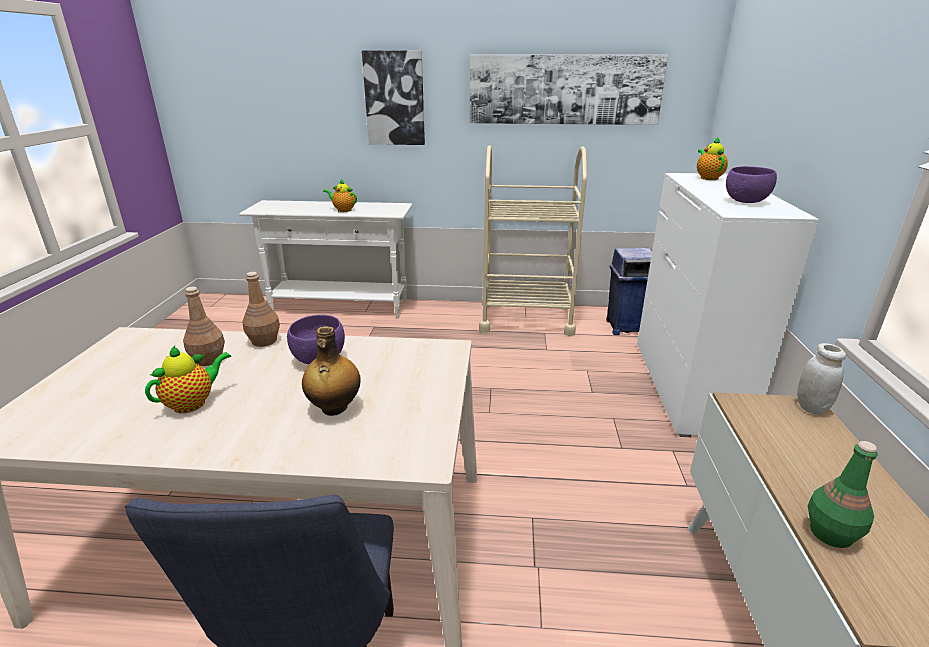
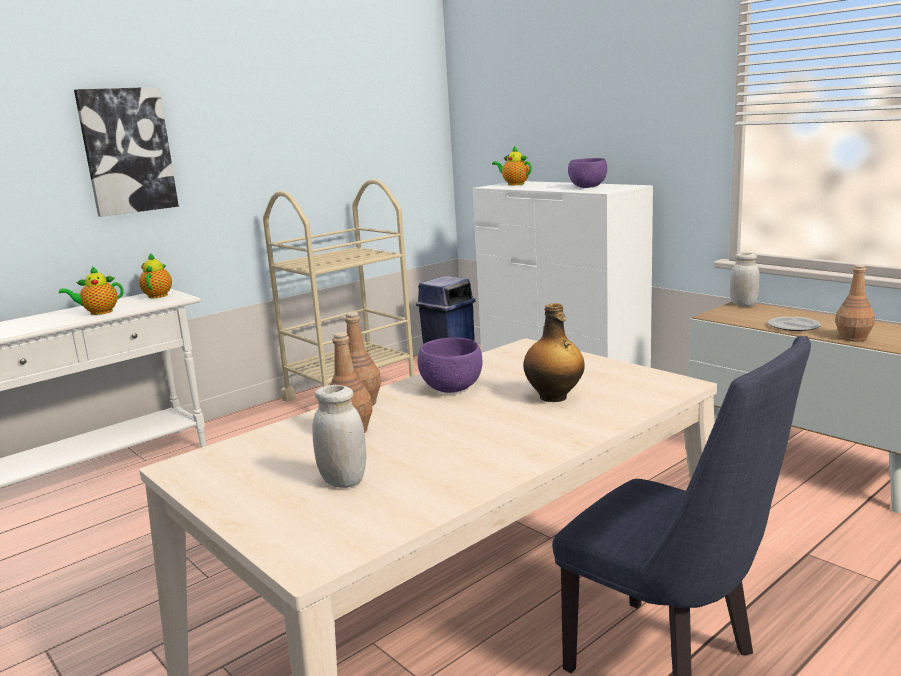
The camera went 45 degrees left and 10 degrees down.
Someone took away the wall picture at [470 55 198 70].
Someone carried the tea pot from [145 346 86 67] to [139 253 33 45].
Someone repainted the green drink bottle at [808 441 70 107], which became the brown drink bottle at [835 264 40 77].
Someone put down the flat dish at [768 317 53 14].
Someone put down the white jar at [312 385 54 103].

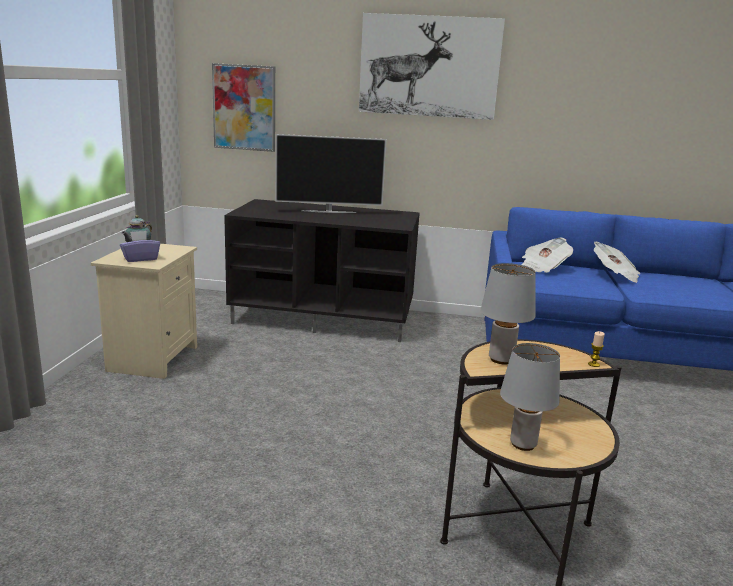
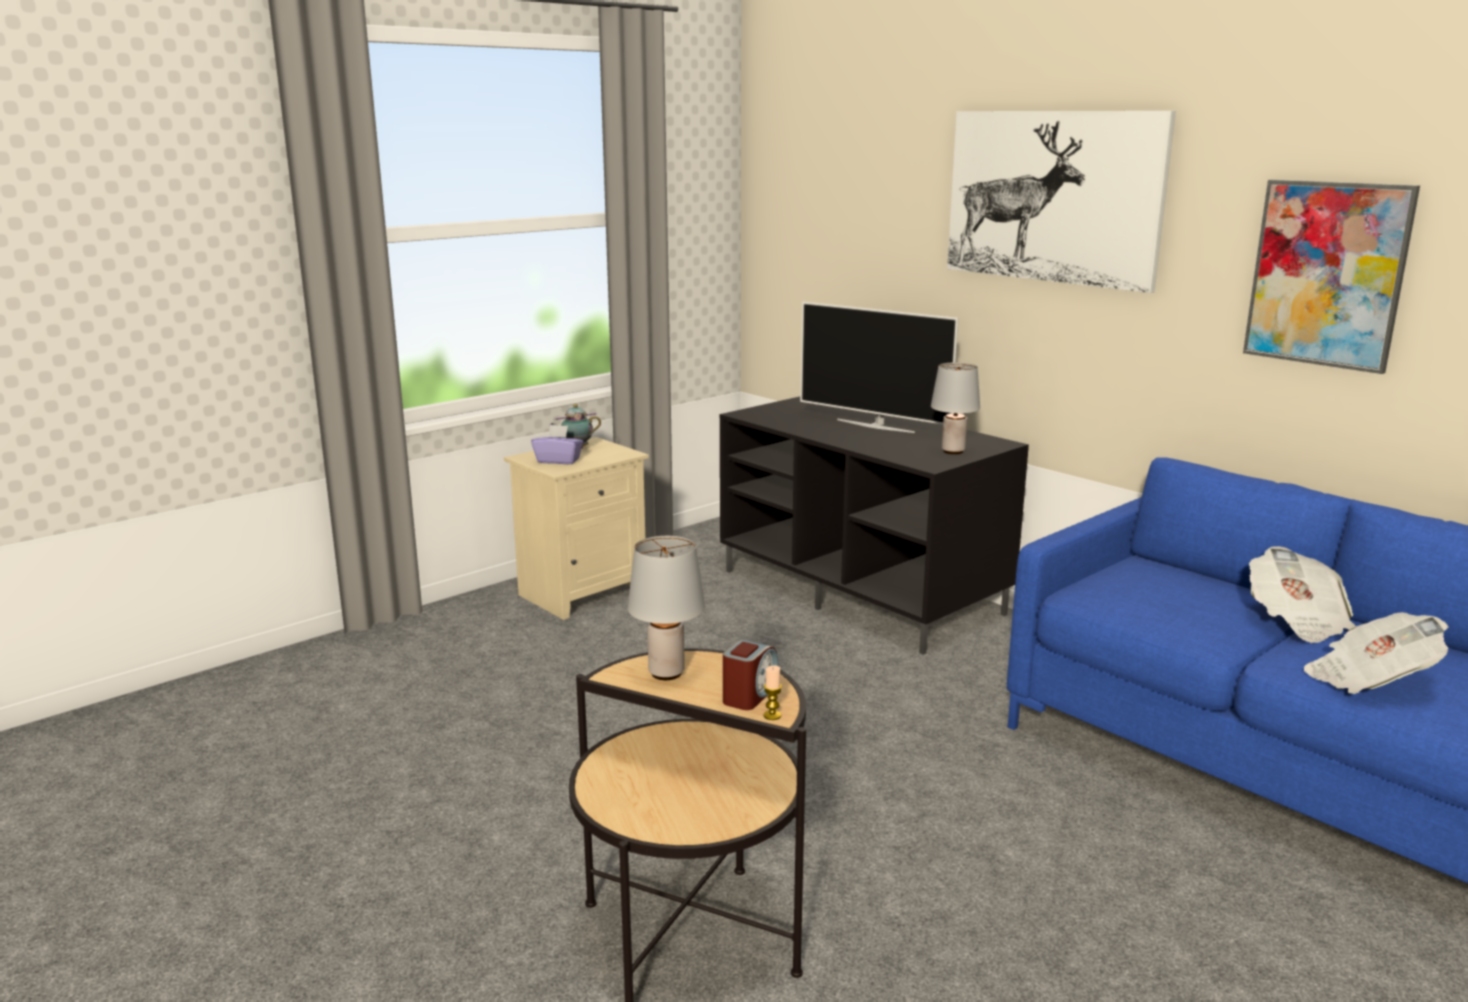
The camera went 40 degrees right and 0 degrees up.
Someone carried the wall picture from [212 63 63 89] to [1243 180 177 194].
Someone carried the newspaper from [522 238 51 35] to [1304 612 145 82].
Someone carried the grey table lamp from [500 343 60 108] to [931 363 49 91].
Someone put down the alarm clock at [723 640 55 70].

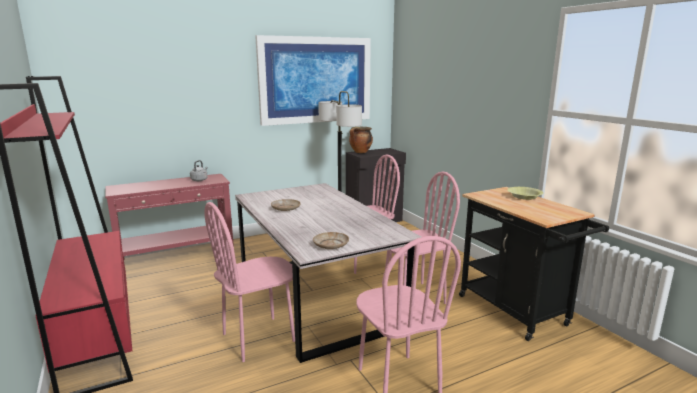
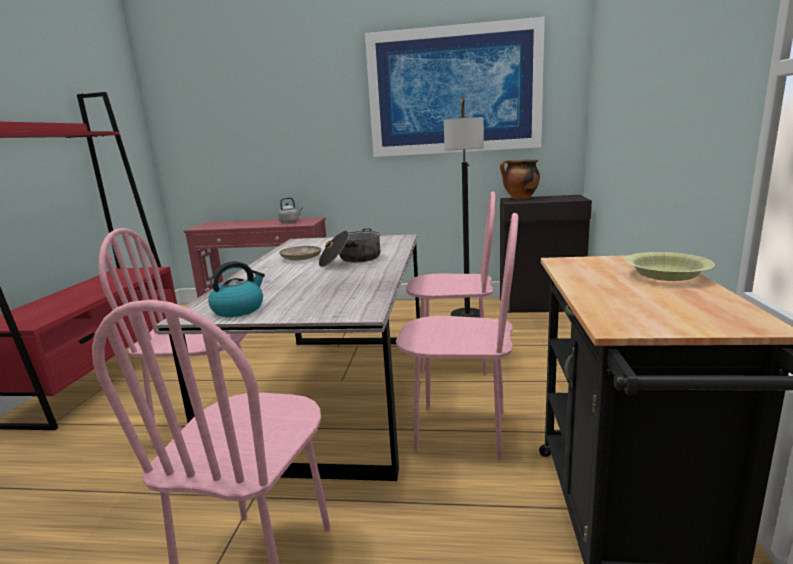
The camera went 35 degrees right and 0 degrees up.
Someone swapped the beige-coloured flat dish at [313 232 36 17] for the water kettle at [208 261 57 56].
Someone put down the saucepot at [319 228 62 39].

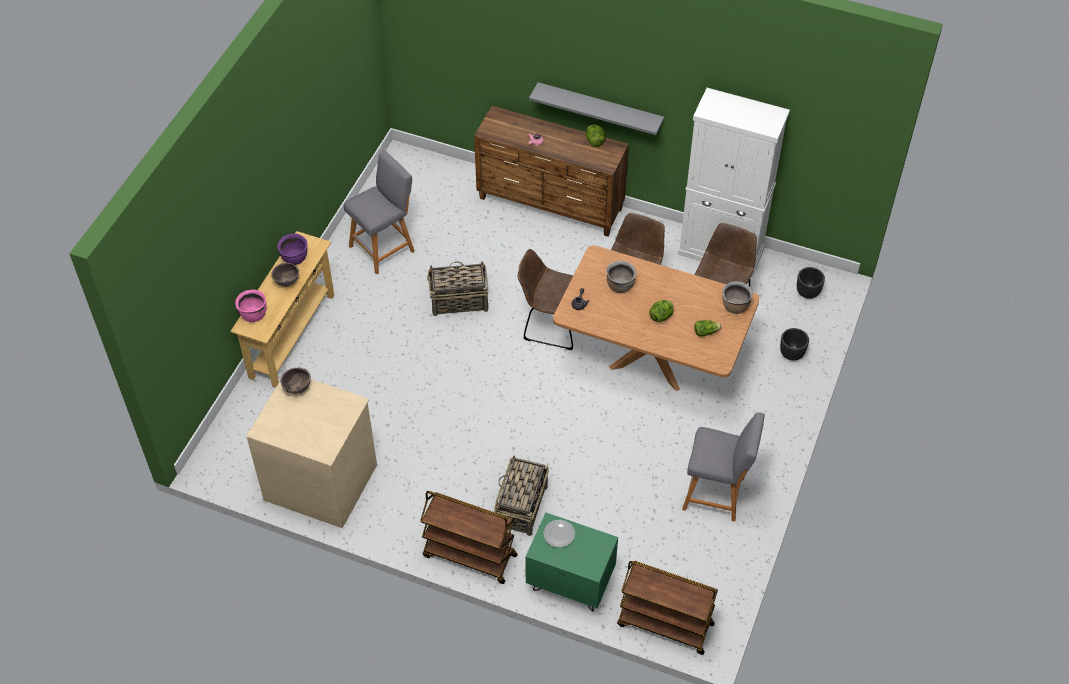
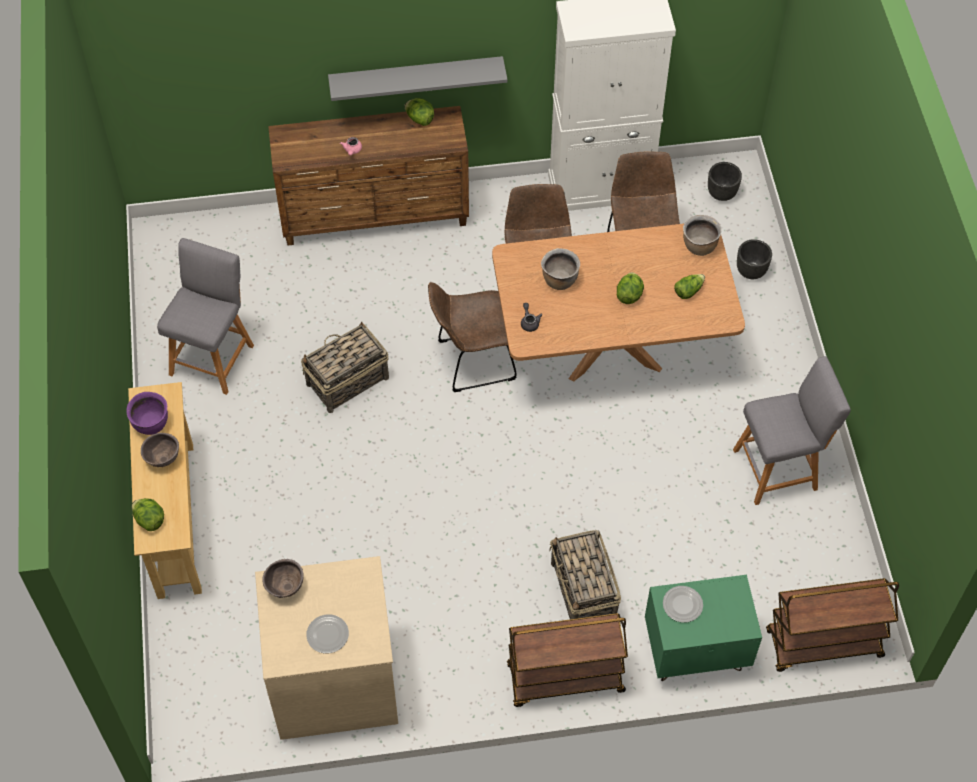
The camera went 30 degrees left and 5 degrees up.
Someone swapped the pink saucepot at [235 290 32 32] for the lettuce at [132 498 32 33].
Someone put down the flat dish at [306 614 43 40].

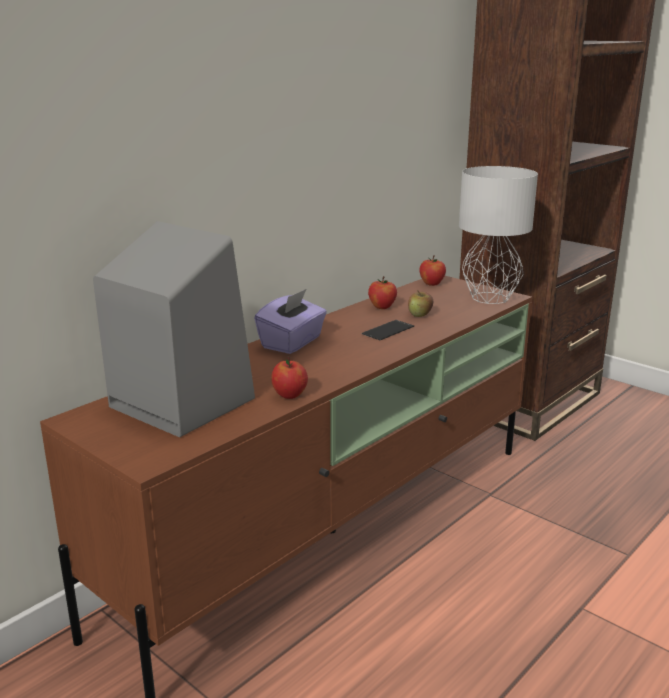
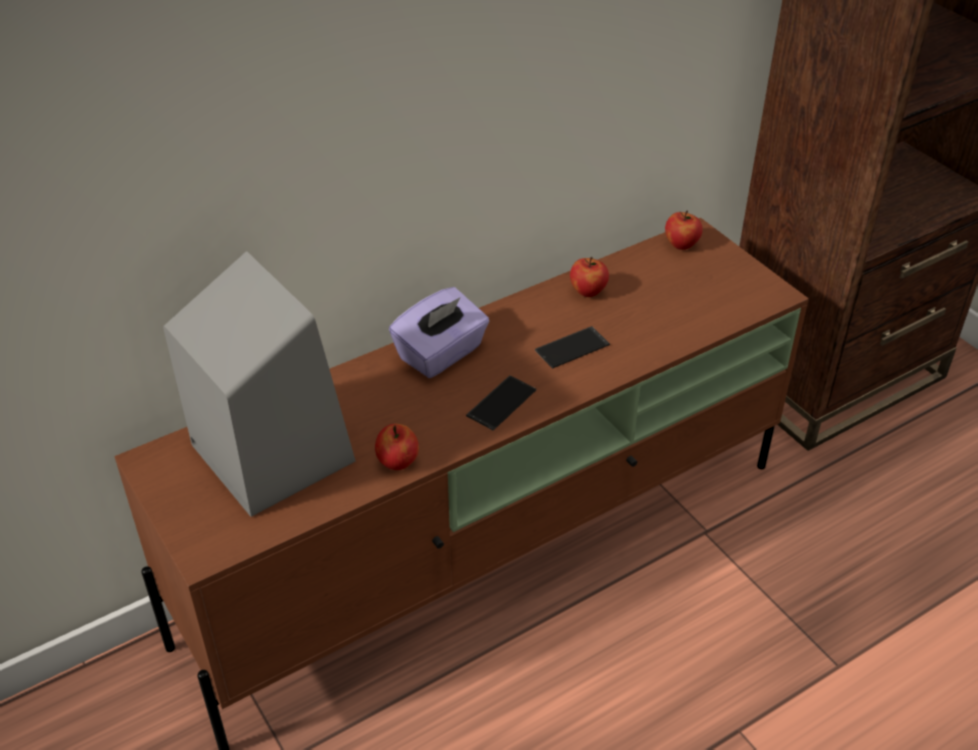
The camera went 15 degrees right and 20 degrees up.
Someone took away the grey table lamp at [459 166 79 138].
Someone took away the whole apple at [408 290 25 27].
Someone put down the telephone at [466 375 71 55].

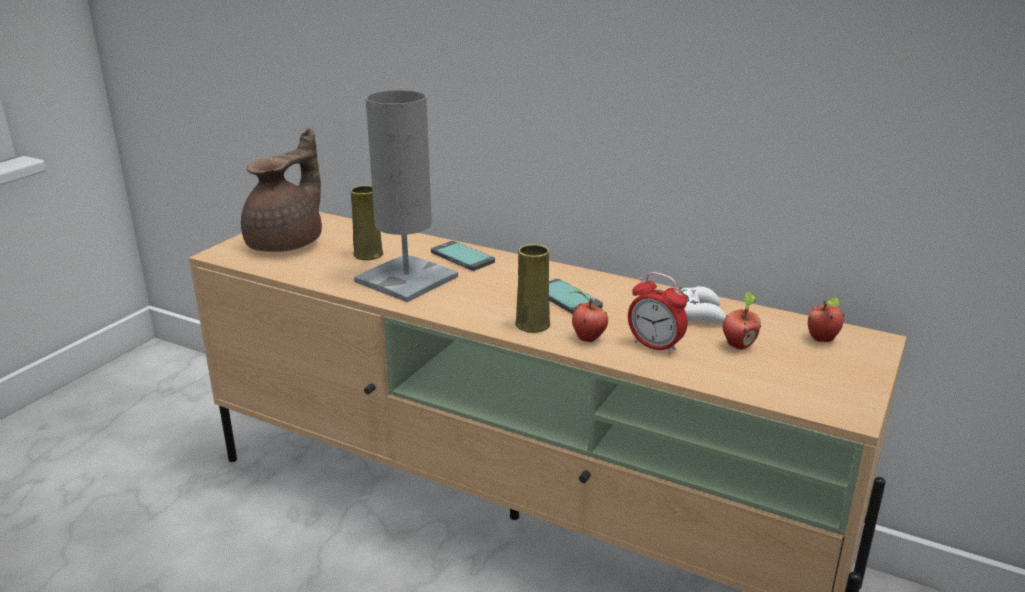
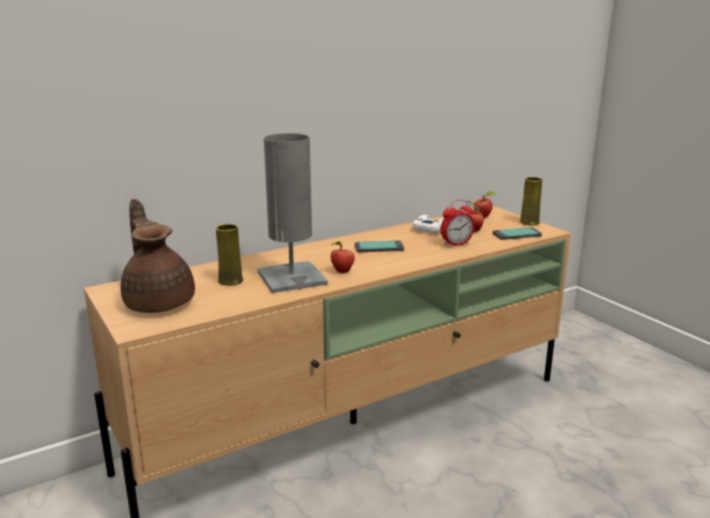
The camera went 60 degrees left and 5 degrees down.
Someone carried the telephone from [431 241 64 30] to [493 227 49 13].
Someone carried the yellow vase from [515 244 35 89] to [520 177 22 48].
Someone carried the whole apple from [570 291 38 51] to [331 242 24 31].

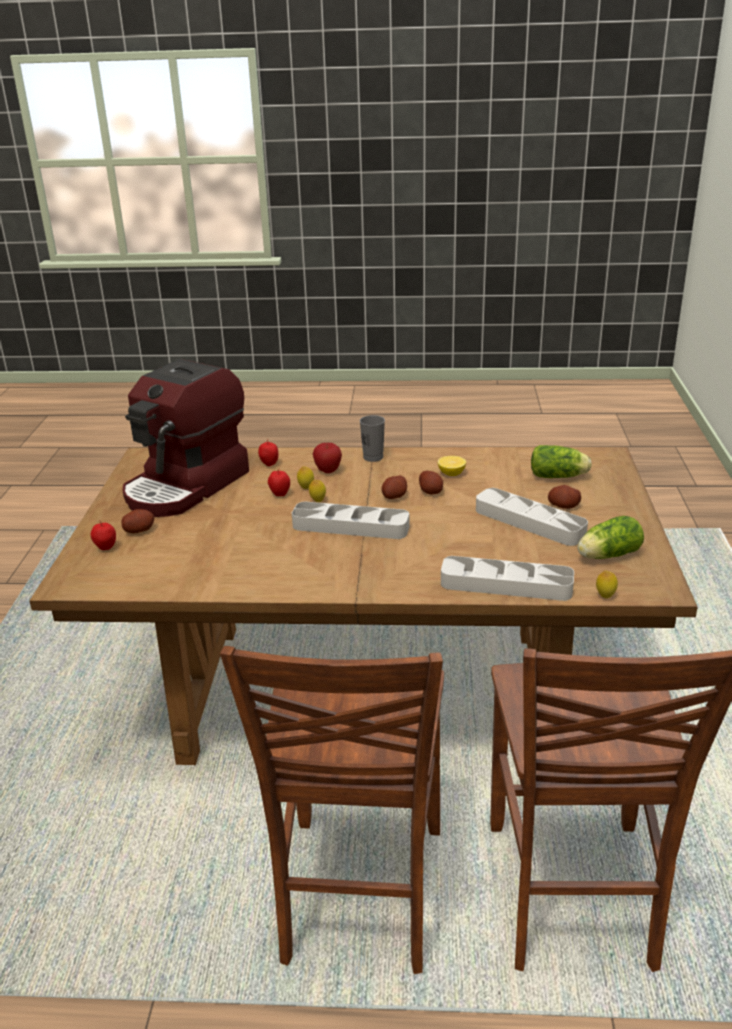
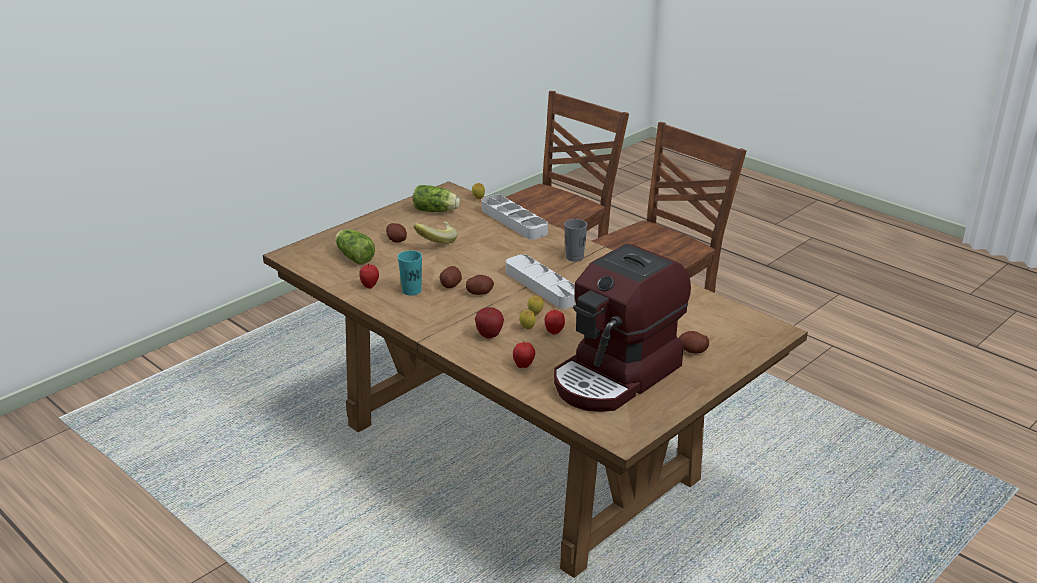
The camera went 140 degrees left and 0 degrees up.
Someone rotated the coffee maker at [122 359 127 158] by 150 degrees clockwise.
Someone carried the grey small cup from [360 415 25 47] to [564 219 23 43].
Someone swapped the whole lemon at [438 456 28 20] for the turquoise-coloured small cup at [398 250 24 45].
Someone swapped the grey carrying tray at [476 488 112 58] for the banana fruit at [413 222 45 22].
Someone carried the whole apple from [91 520 25 30] to [359 264 20 25].

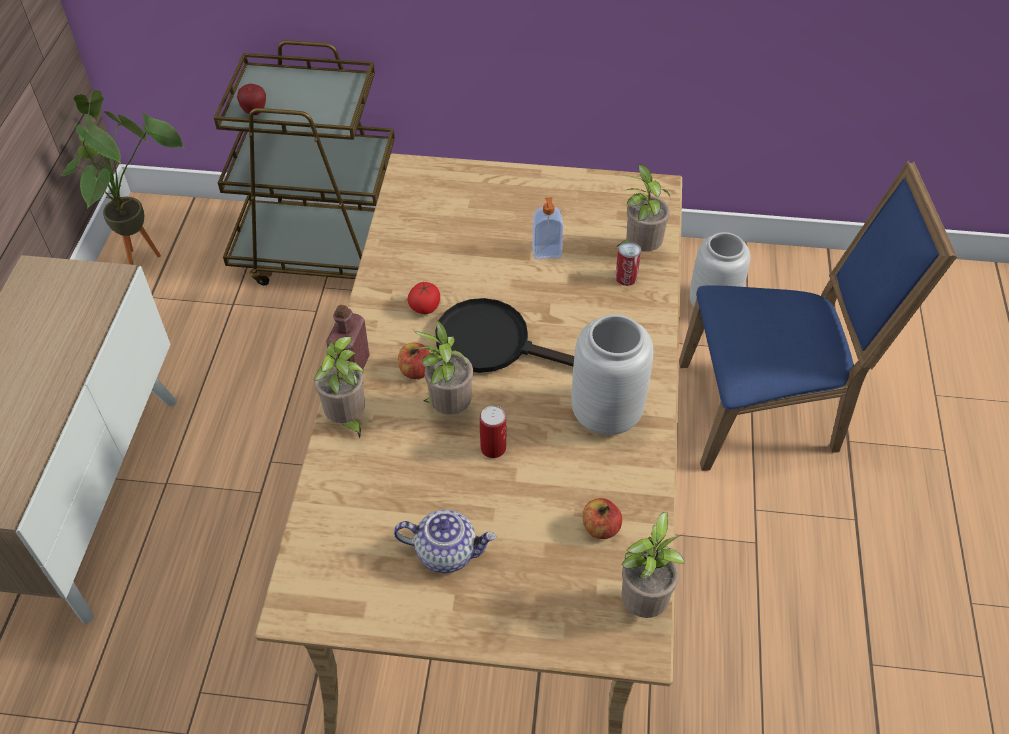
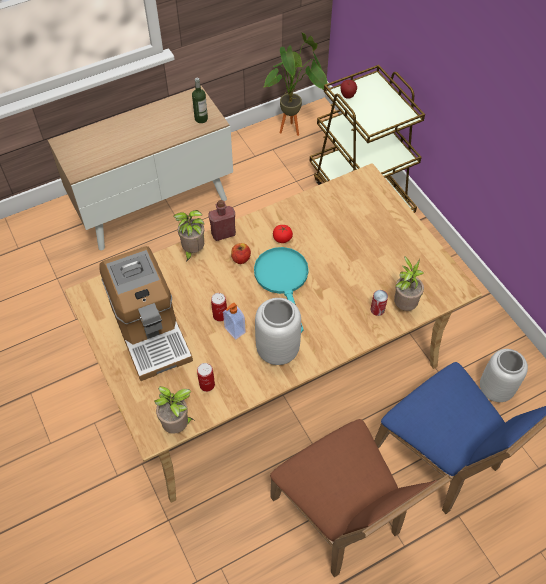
The camera went 55 degrees right and 5 degrees up.
Someone carried the liquid soap bottle from [532 197 31 62] to [223 303 23 37].
Someone repainted the blackish frying pan at [435 298 139 75], which became the turquoise-coloured frying pan at [254 247 55 86].
Someone took away the potted plant at [414 320 59 95].
Someone swapped the whole apple at [583 498 39 41] for the sealed can at [197 363 18 29].
Someone swapped the tea pot at [394 510 103 63] for the coffee maker at [99 246 94 135].
Someone put down the drink bottle at [192 78 16 45].
Someone put down the brown upright chair at [270 419 182 158].

